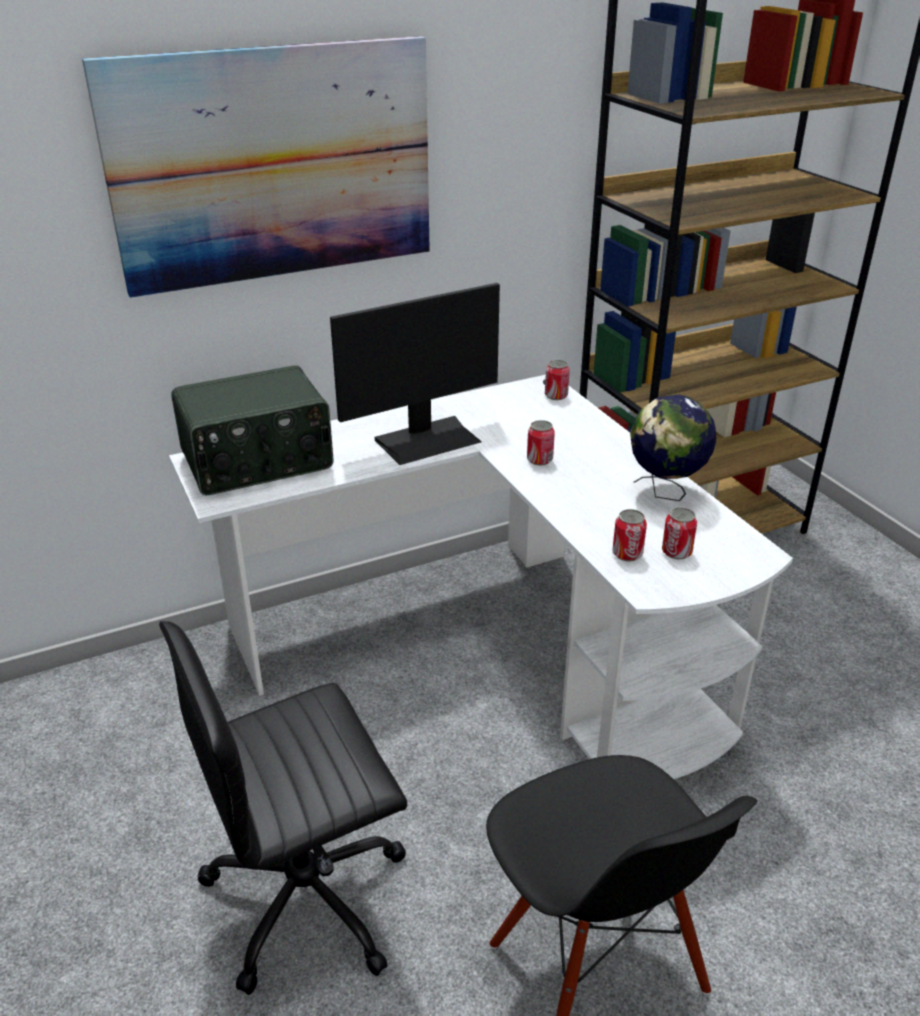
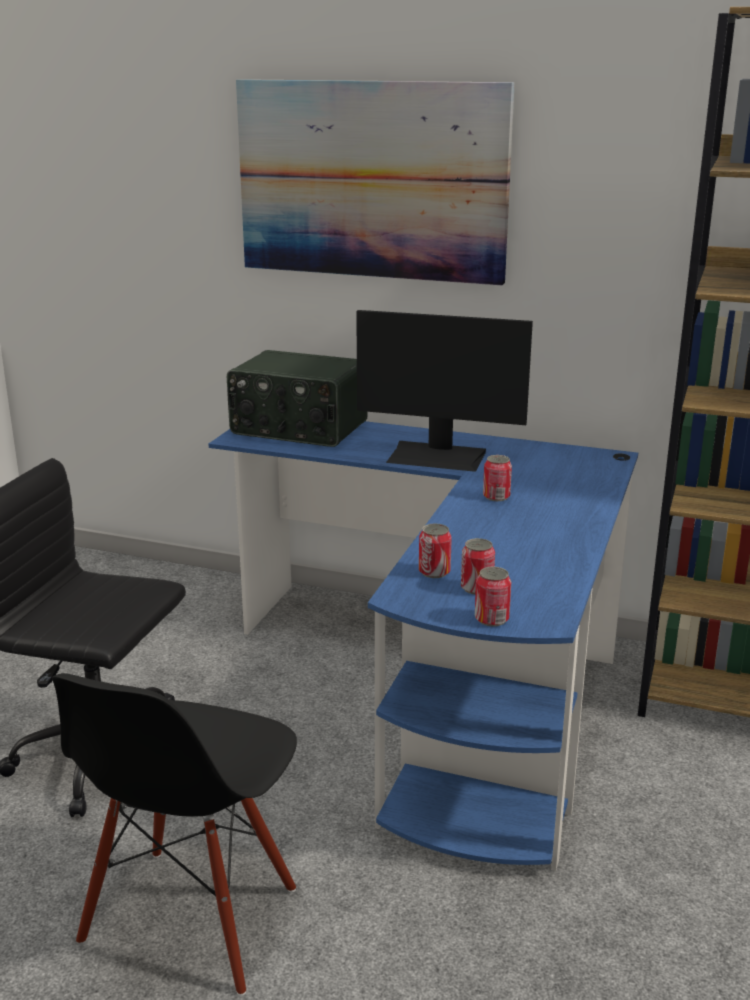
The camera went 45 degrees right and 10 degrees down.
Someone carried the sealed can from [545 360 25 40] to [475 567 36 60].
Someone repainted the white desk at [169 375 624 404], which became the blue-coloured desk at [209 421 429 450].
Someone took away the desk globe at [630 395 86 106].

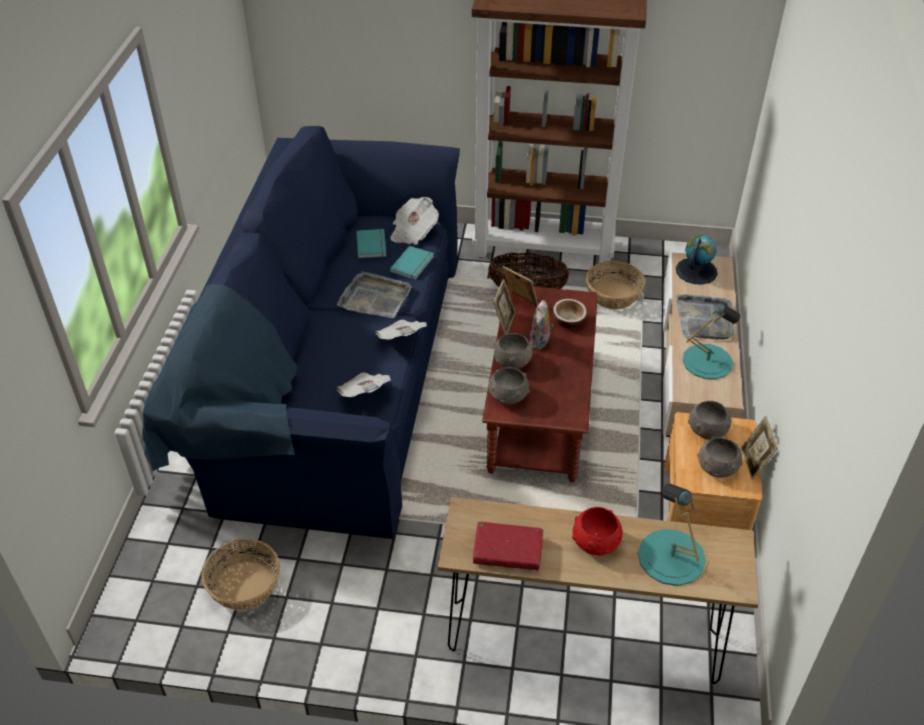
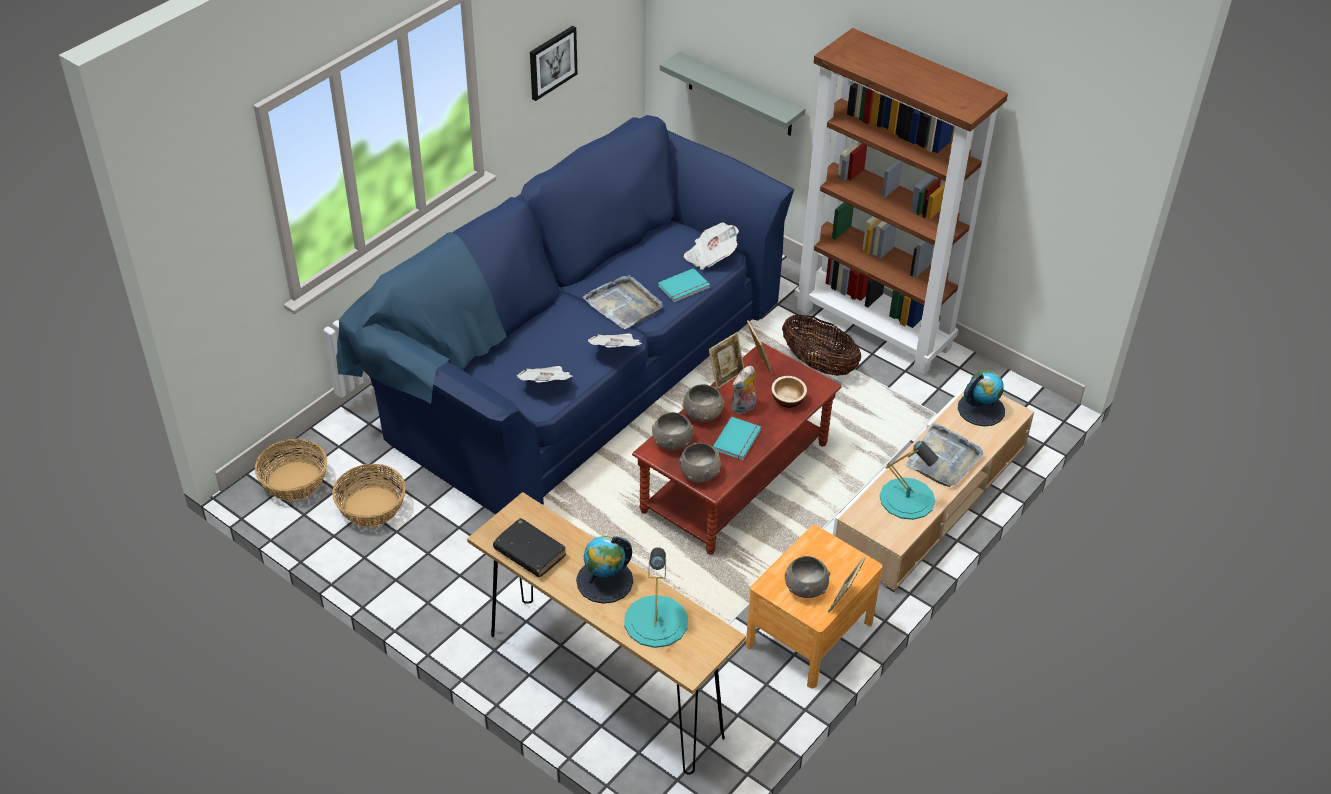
The camera went 30 degrees right and 0 degrees up.
Someone carried the turquoise-coloured bound book from [356 229 31 29] to [713 417 48 43].
Someone carried the basket from [586 261 59 48] to [255 439 72 62].
Someone carried the grey deep dish from [688 401 44 39] to [679 443 42 40].
Someone swapped the reddish deep dish at [572 507 51 48] for the desk globe at [576 536 57 68].
Someone repainted the reddish bound book at [473 522 70 48], which became the blackish bound book at [493 518 73 59].
Someone put up the wall picture at [530 26 48 75].
Someone put up the grey wall shelf at [660 52 145 84].

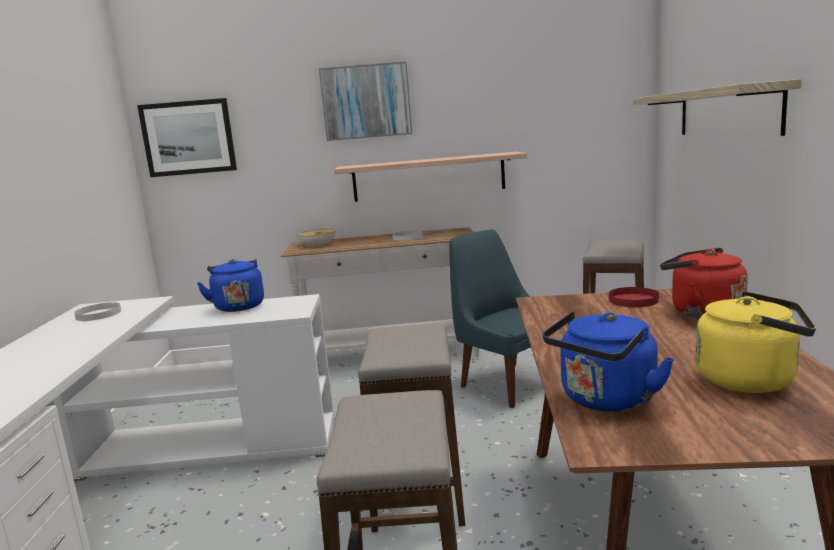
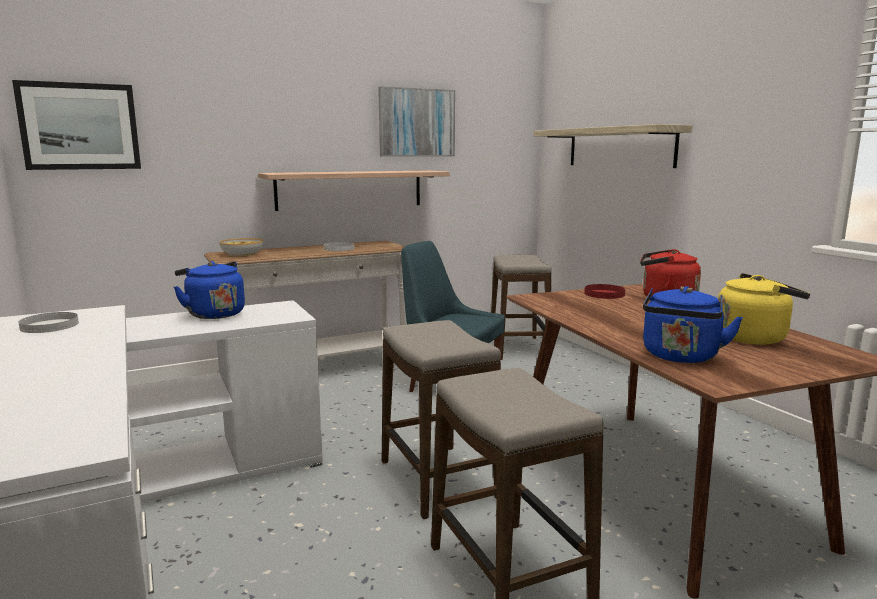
The camera went 25 degrees left and 0 degrees up.
Someone carried the wall picture from [319 61 93 80] to [378 86 77 71].

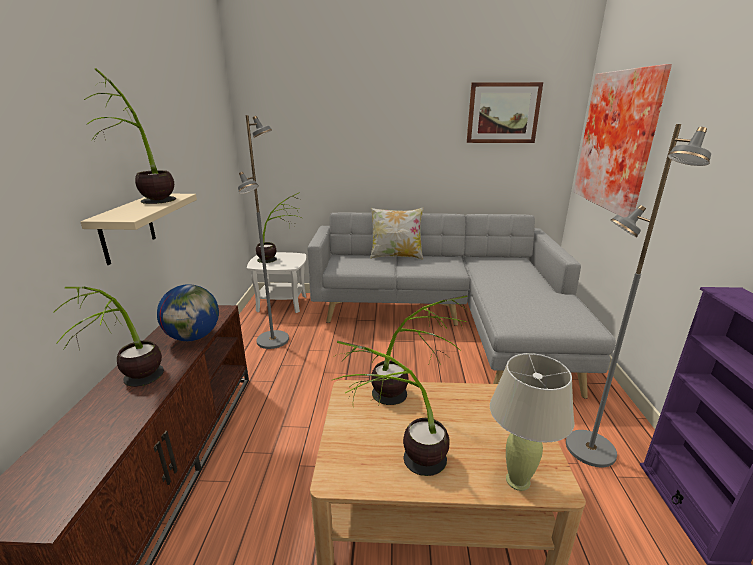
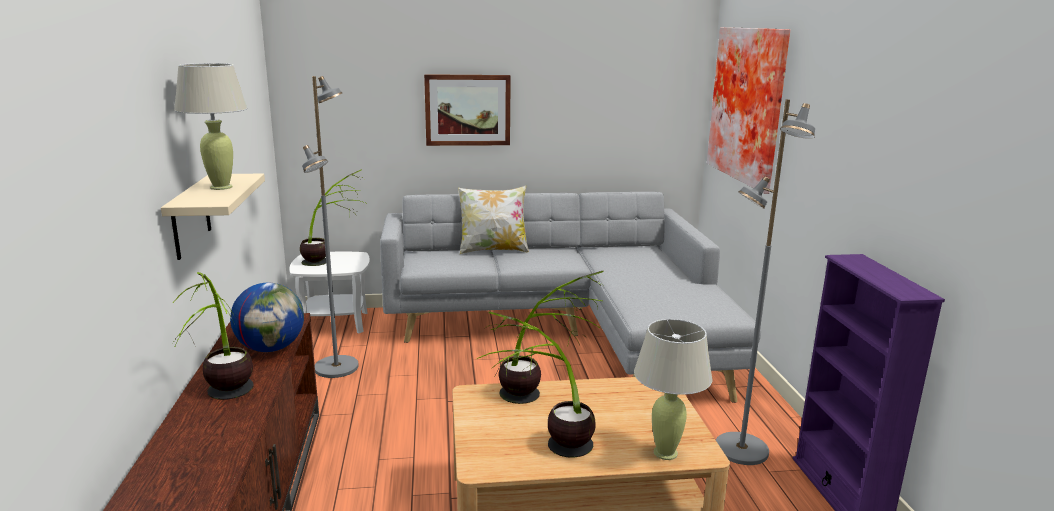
The camera went 10 degrees left and 5 degrees down.
Someone swapped the potted plant at [84 68 92 136] for the beige-coloured table lamp at [174 63 74 127].
Someone carried the wall picture from [467 82 76 61] to [424 74 87 72].

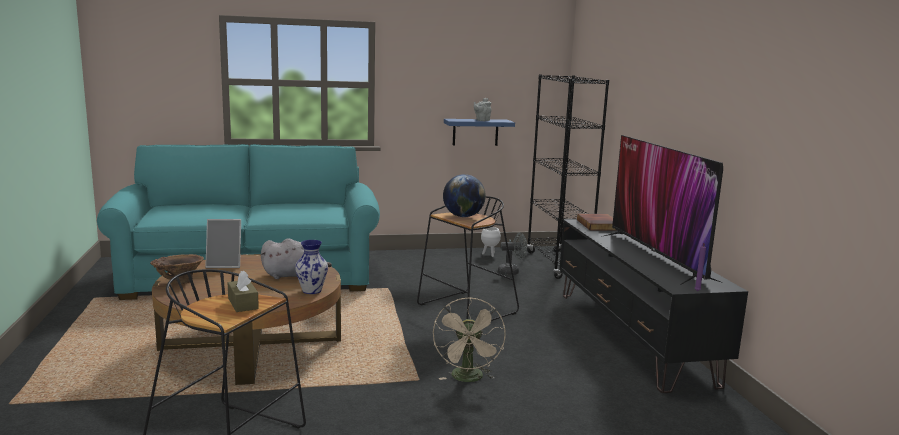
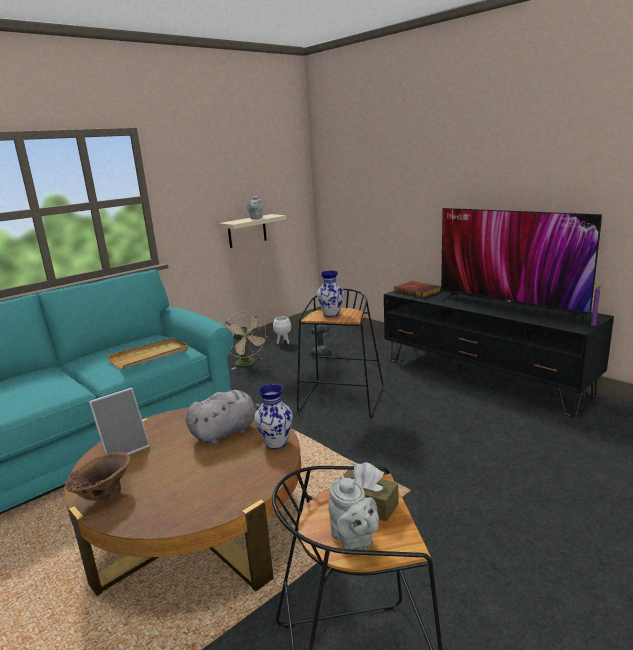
The camera went 30 degrees left and 5 degrees up.
Someone took away the blackish bookcase at [527 74 82 205].
Someone repainted the blue-coloured wall shelf at [444 119 71 27], which became the beige-coloured wall shelf at [219 214 68 34].
Someone swapped the desk globe at [443 174 43 43] for the vase at [317 271 27 46].
Someone carried the beige-coloured cooling fan from [433 298 73 84] to [224 311 44 58].
Someone put down the beige-coloured carrying tray at [107 338 81 31].
Someone put down the grey tea pot at [328 474 51 76].

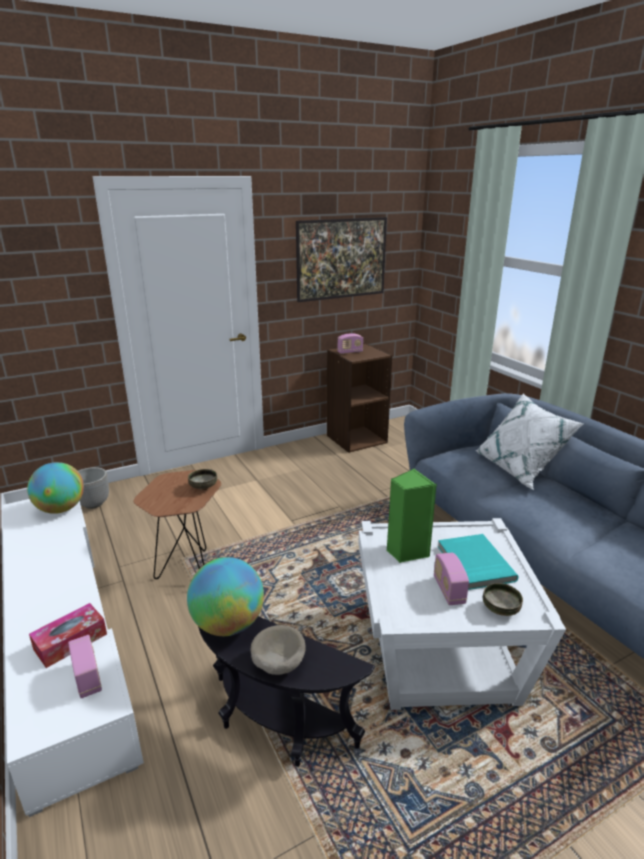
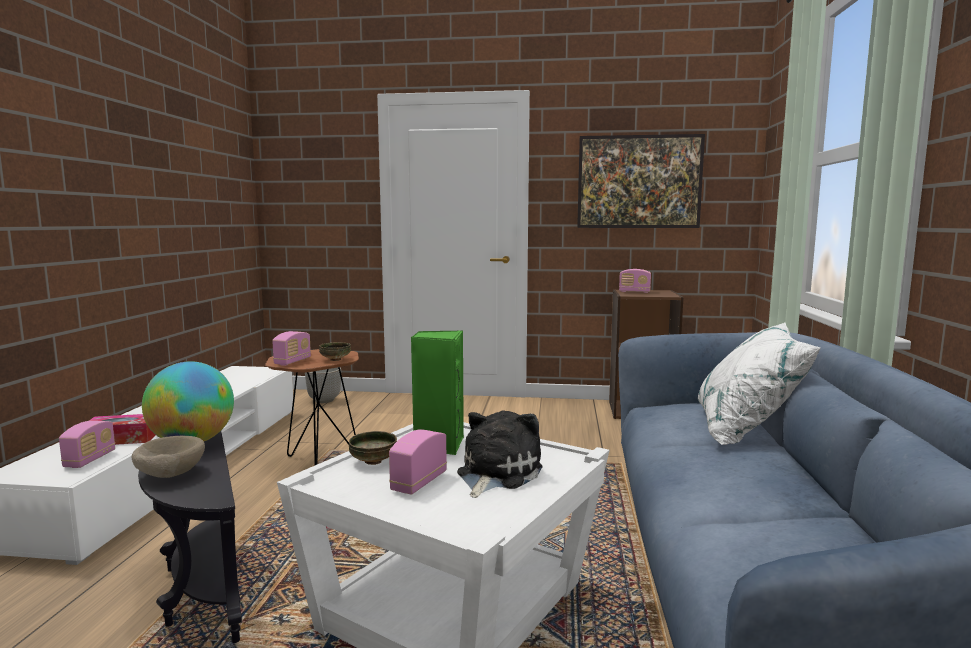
The camera went 35 degrees right and 15 degrees down.
Someone took away the desk globe at [27 462 57 52].
Someone swapped the turquoise-coloured bound book at [438 534 80 56] for the plush toy at [457 411 86 87].
Someone carried the deep dish from [483 583 40 33] to [349 431 48 34].
Someone put down the radio receiver at [272 331 39 35].

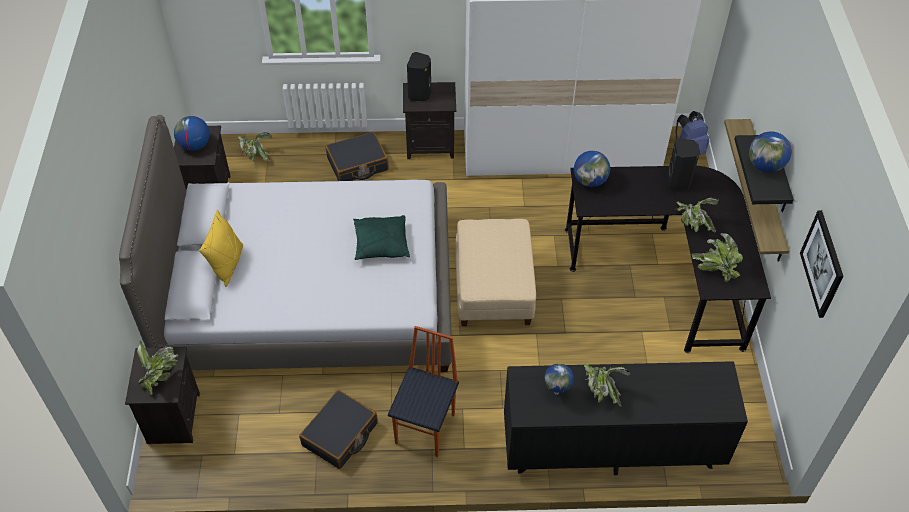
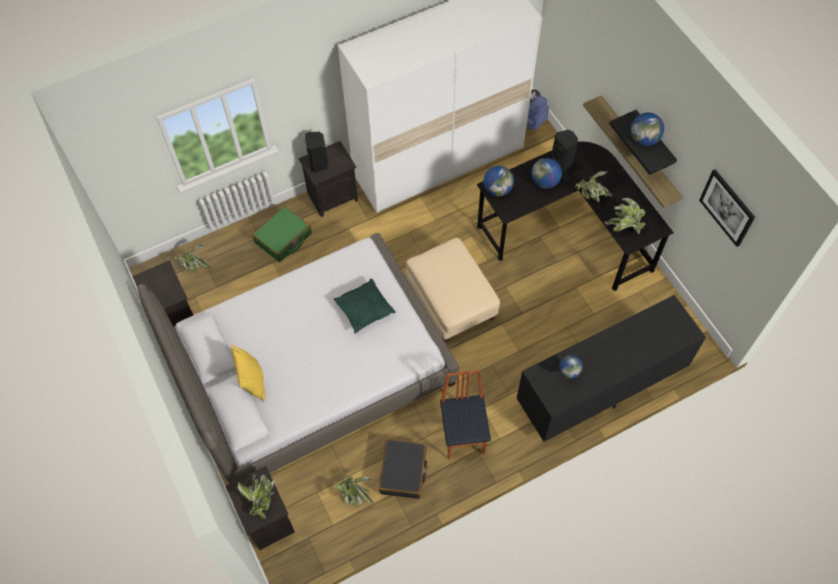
The camera went 25 degrees left and 10 degrees up.
Someone carried the desk globe from [174 116 36 35] to [531 158 31 31].
Someone repainted the blackish travel case at [325 132 64 49], which became the green travel case at [252 206 60 56].
Someone carried the potted plant from [584 364 46 43] to [336 476 38 32].

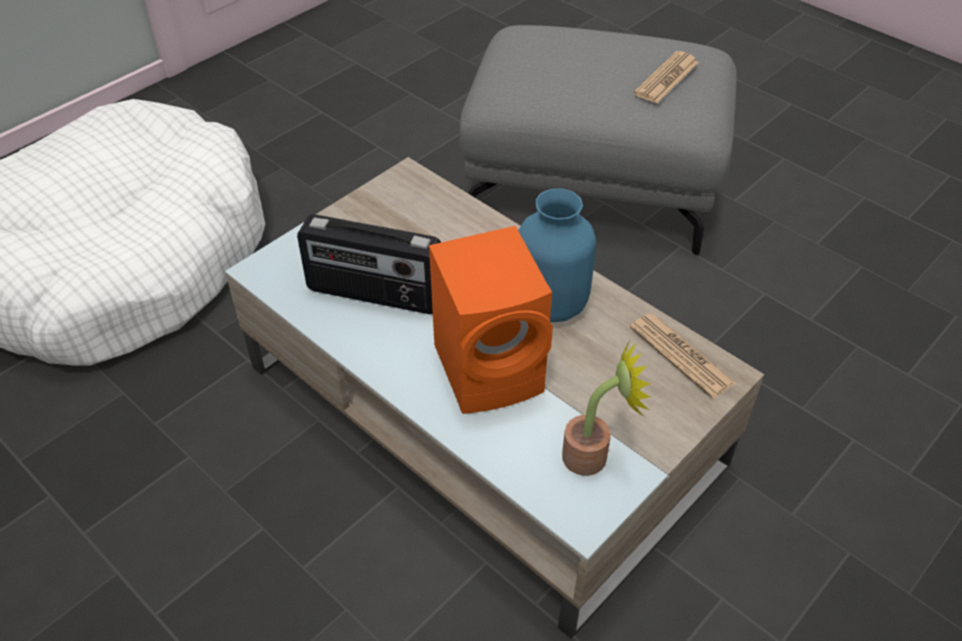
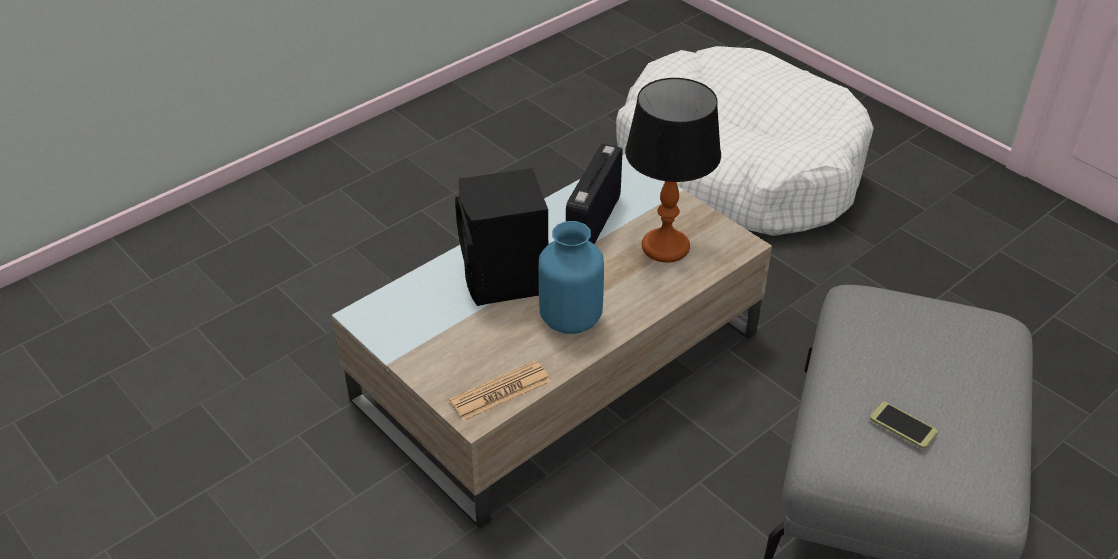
The camera went 95 degrees right and 5 degrees down.
Someone swapped the newspaper at [634 51 65 53] for the telephone at [870 402 68 47].
Someone repainted the orange-coloured audio speaker at [429 226 124 188], which became the blackish audio speaker at [455 168 93 138].
Someone took away the potted plant at [562 340 88 136].
Someone put down the table lamp at [625 78 96 185].

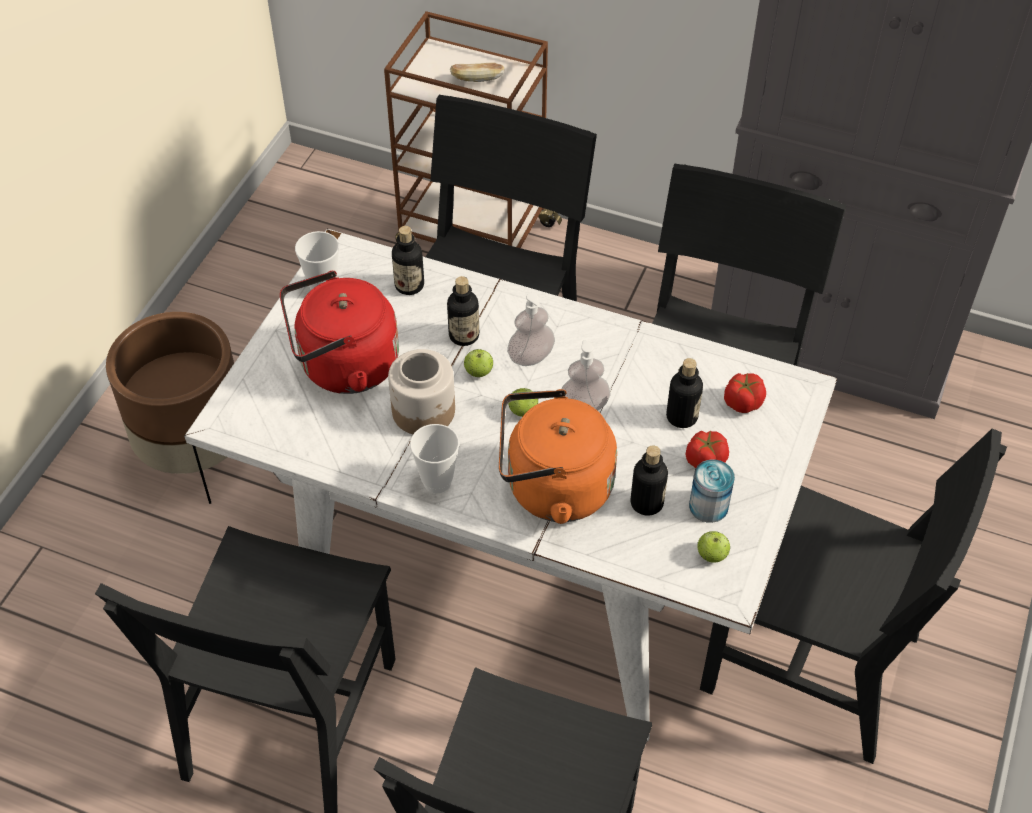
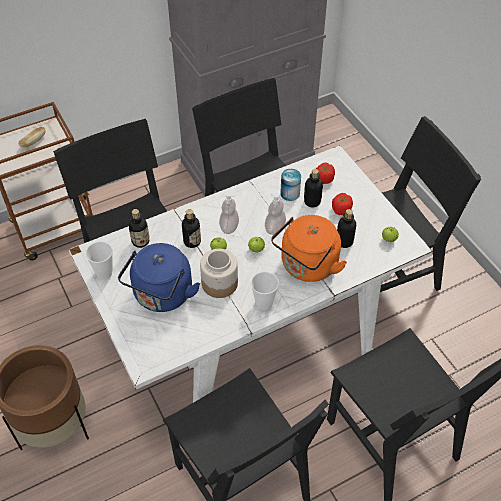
The camera went 50 degrees left and 0 degrees up.
Someone repainted the reddish water kettle at [280 271 119 123], which became the blue-coloured water kettle at [118 243 82 69].
Someone carried the sealed can from [689 459 46 64] to [280 169 21 32].

